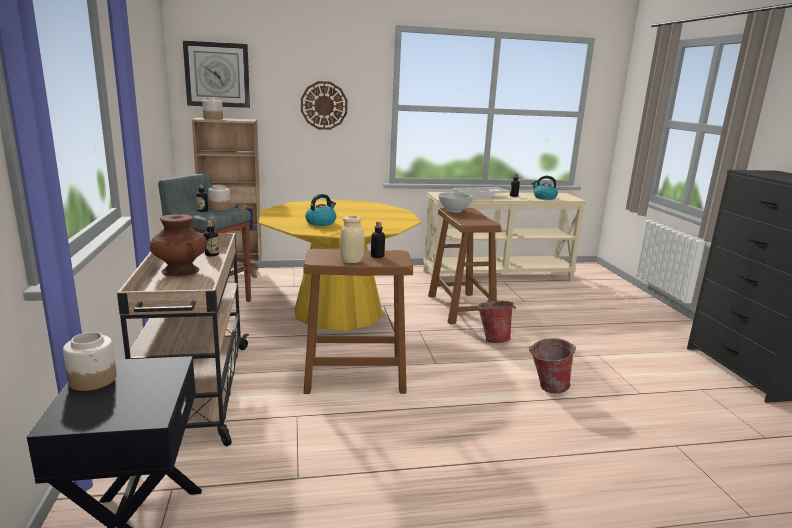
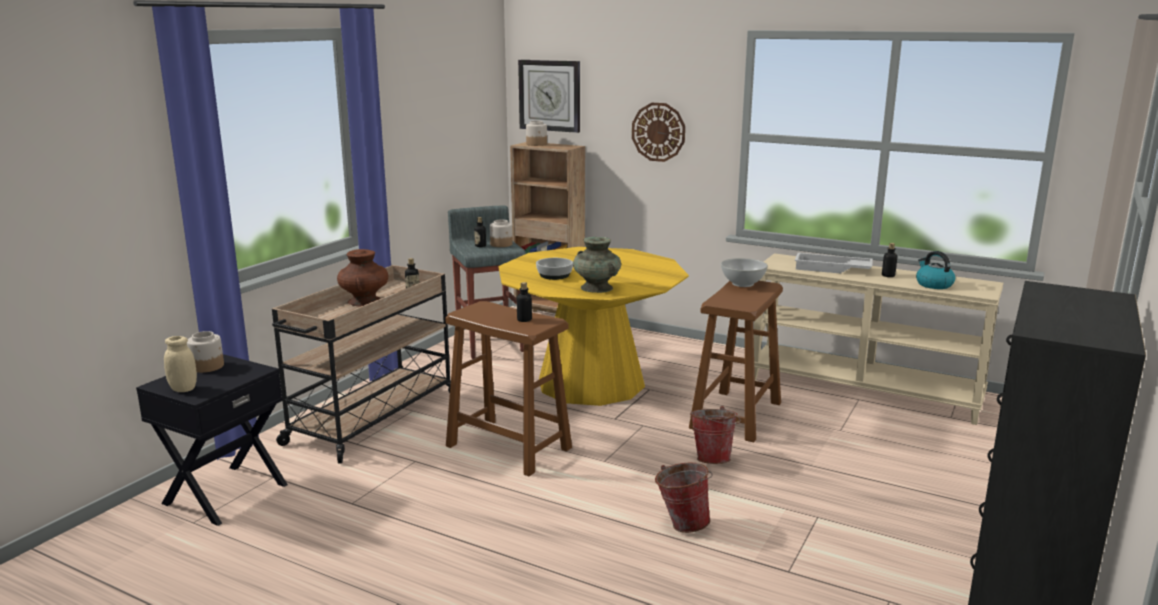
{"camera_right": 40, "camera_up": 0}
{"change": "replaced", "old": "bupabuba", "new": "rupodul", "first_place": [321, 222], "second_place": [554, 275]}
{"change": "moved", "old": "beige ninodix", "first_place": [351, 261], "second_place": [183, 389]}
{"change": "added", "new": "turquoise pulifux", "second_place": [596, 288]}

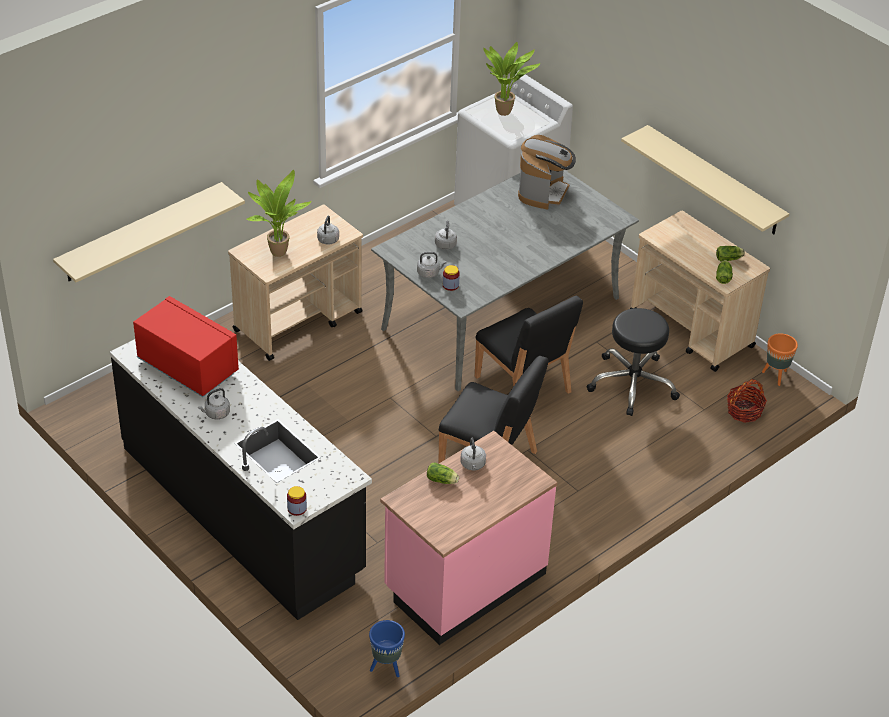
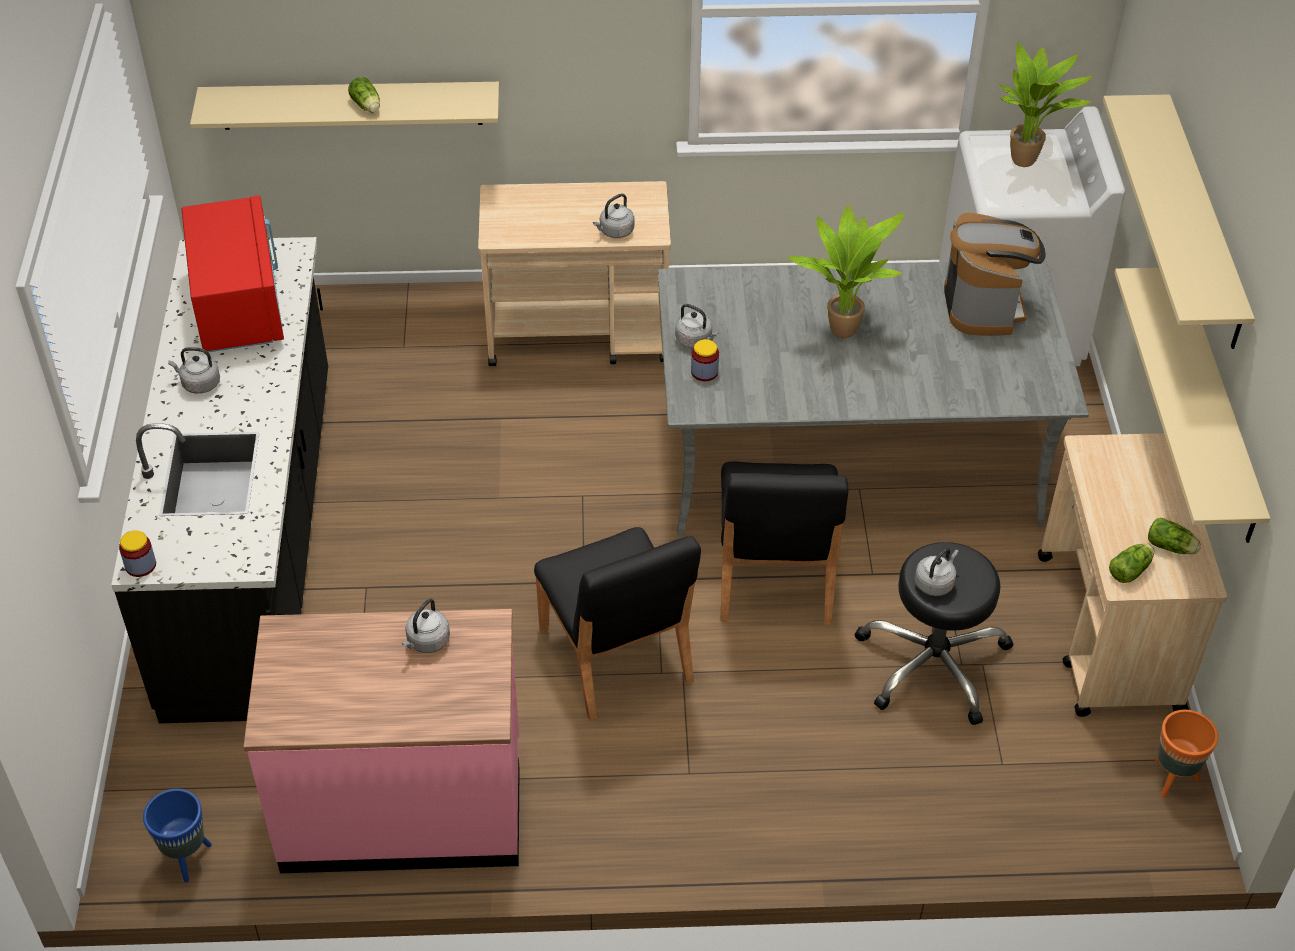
{"camera_right": 40, "camera_up": 5}
{"change": "turned", "old": "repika", "first_place": [543, 192], "second_place": [984, 305], "degrees": -60}
{"change": "moved", "old": "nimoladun", "first_place": [277, 251], "second_place": [842, 328]}
{"change": "moved", "old": "grey bupabuba", "first_place": [445, 244], "second_place": [935, 583]}
{"change": "removed", "old": "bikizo", "first_place": [744, 411]}
{"change": "moved", "old": "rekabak", "first_place": [443, 480], "second_place": [367, 106]}
{"change": "added", "new": "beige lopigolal", "second_place": [1203, 222]}

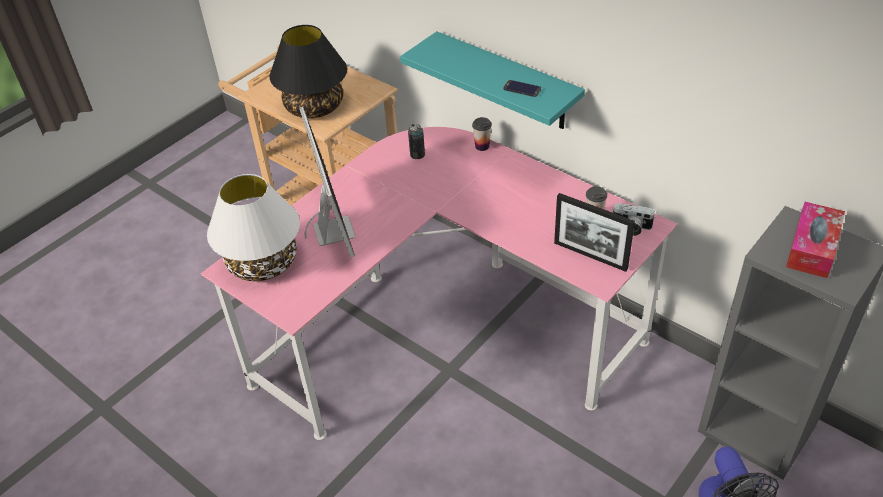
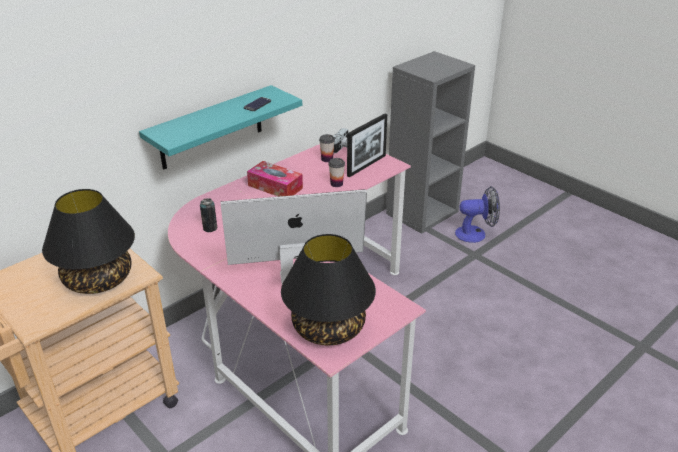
{"camera_right": -85, "camera_up": -10}
{"change": "moved", "old": "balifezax", "first_place": [482, 146], "second_place": [336, 184]}
{"change": "recoloured", "old": "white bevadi", "new": "black bevadi", "first_place": [263, 263], "second_place": [328, 327]}
{"change": "moved", "old": "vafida", "first_place": [812, 248], "second_place": [275, 187]}

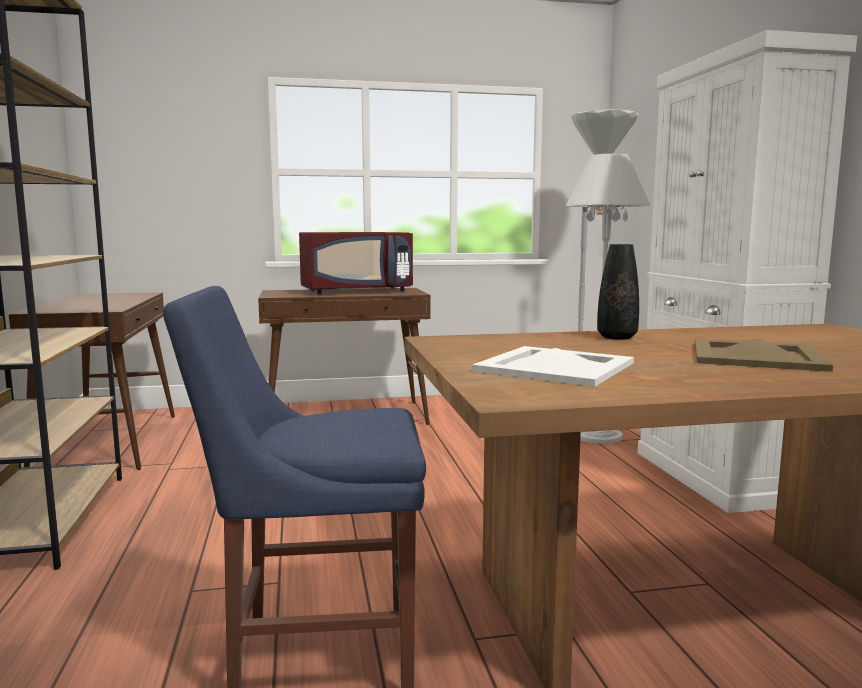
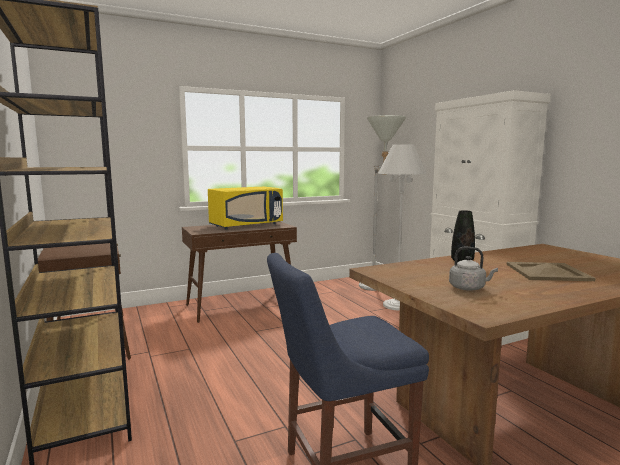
{"camera_right": -15, "camera_up": 0}
{"change": "recoloured", "old": "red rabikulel", "new": "yellow rabikulel", "first_place": [356, 291], "second_place": [246, 225]}
{"change": "replaced", "old": "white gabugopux", "new": "grey bupabuba", "first_place": [556, 366], "second_place": [469, 288]}

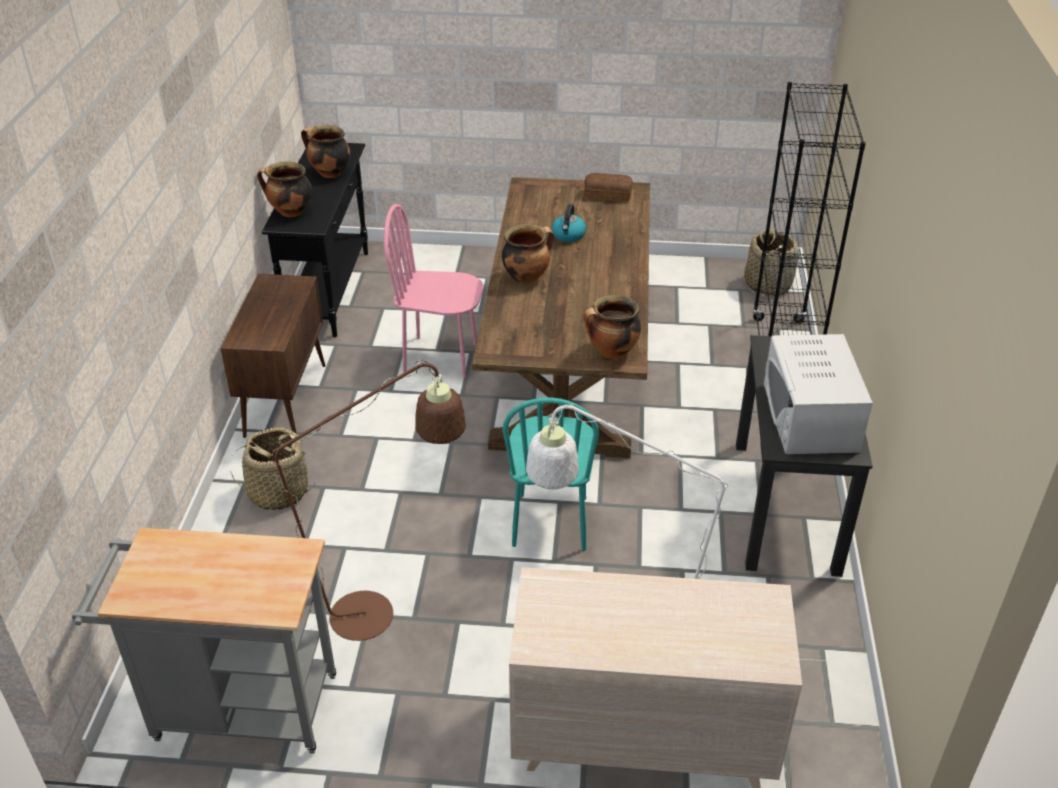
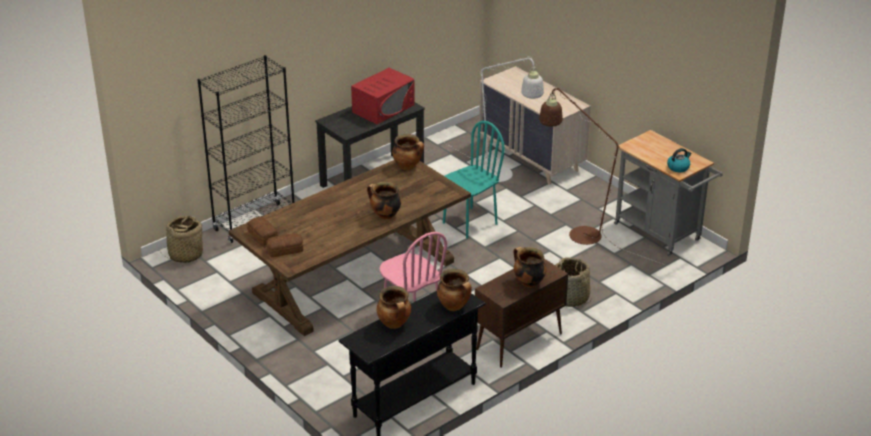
{"camera_right": -135, "camera_up": -5}
{"change": "moved", "old": "bupabuba", "first_place": [568, 235], "second_place": [678, 167]}
{"change": "recoloured", "old": "white rabikulel", "new": "red rabikulel", "first_place": [810, 417], "second_place": [383, 108]}
{"change": "added", "new": "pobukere", "second_place": [285, 250]}
{"change": "added", "new": "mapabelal", "second_place": [528, 282]}

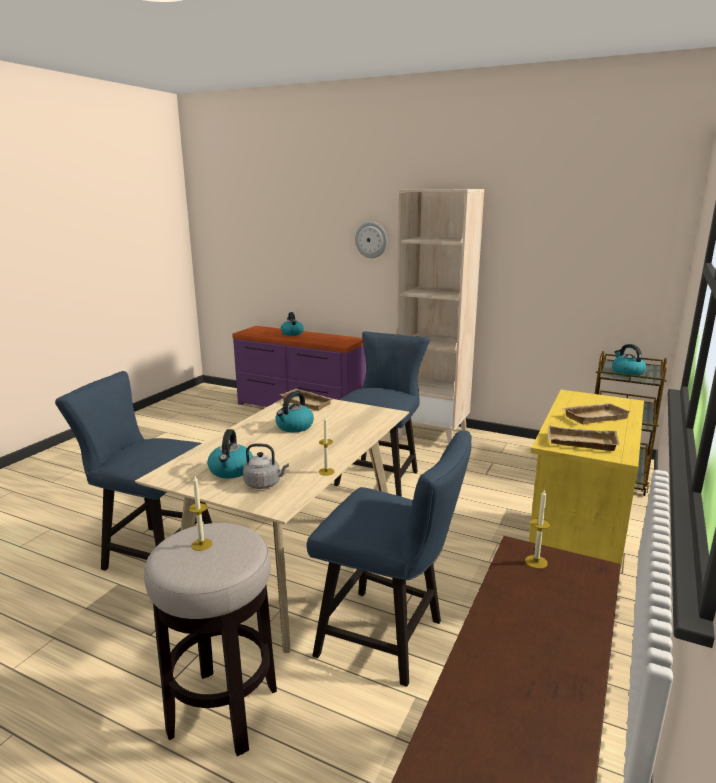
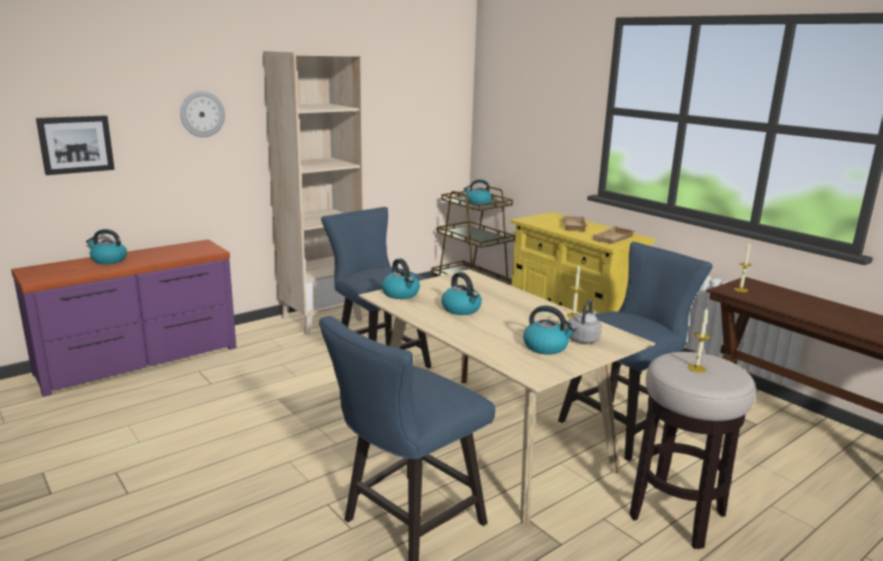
{"camera_right": -65, "camera_up": 0}
{"change": "replaced", "old": "beige gabugopux", "new": "bupabuba", "first_place": [308, 403], "second_place": [401, 294]}
{"change": "added", "new": "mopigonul", "second_place": [76, 144]}

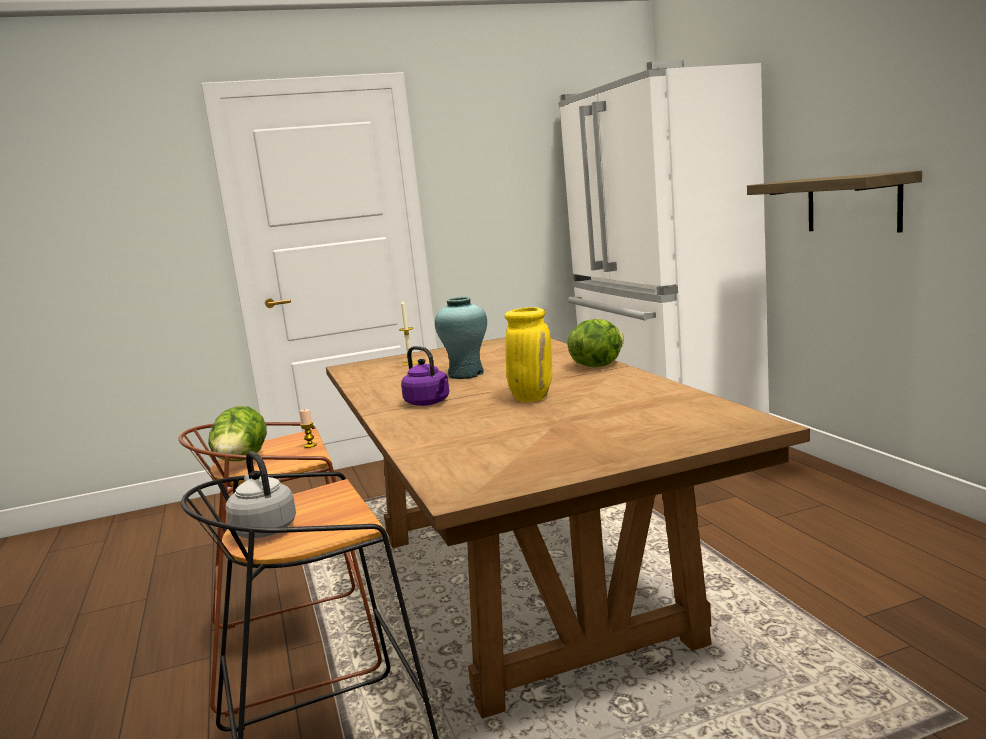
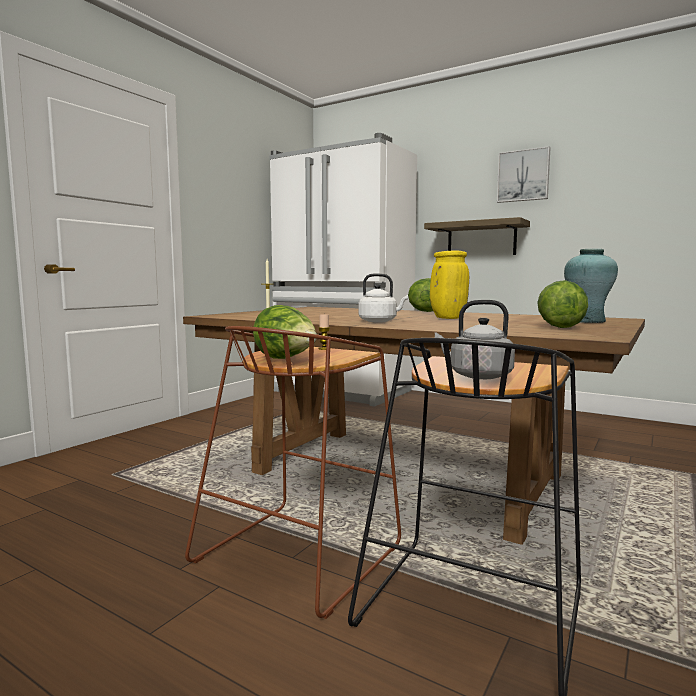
{"camera_right": -40, "camera_up": -5}
{"change": "moved", "old": "turquoise pulifux", "first_place": [466, 374], "second_place": [586, 321]}
{"change": "recoloured", "old": "purple bupabuba", "new": "white bupabuba", "first_place": [429, 403], "second_place": [380, 321]}
{"change": "added", "new": "mopigonul", "second_place": [523, 176]}
{"change": "added", "new": "rekabak", "second_place": [559, 327]}

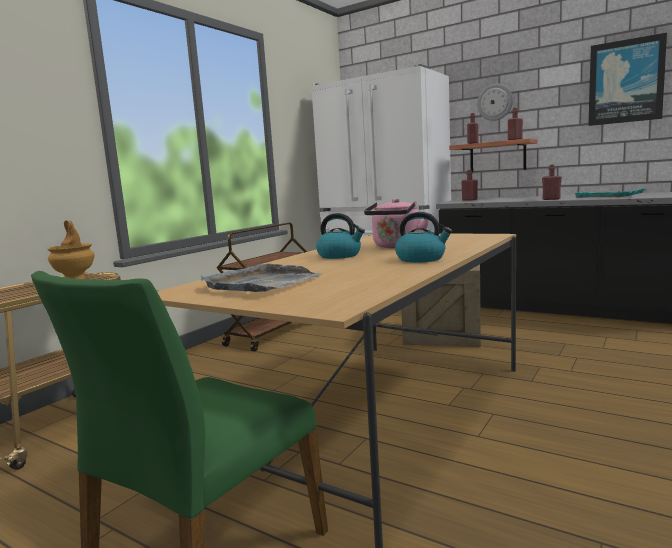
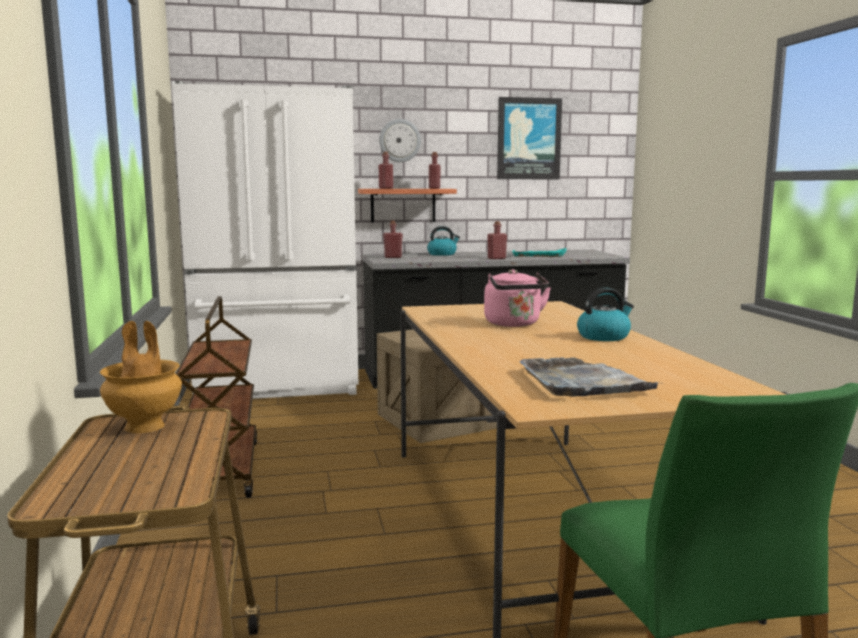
{"camera_right": -45, "camera_up": 0}
{"change": "moved", "old": "bupabuba", "first_place": [340, 255], "second_place": [442, 254]}

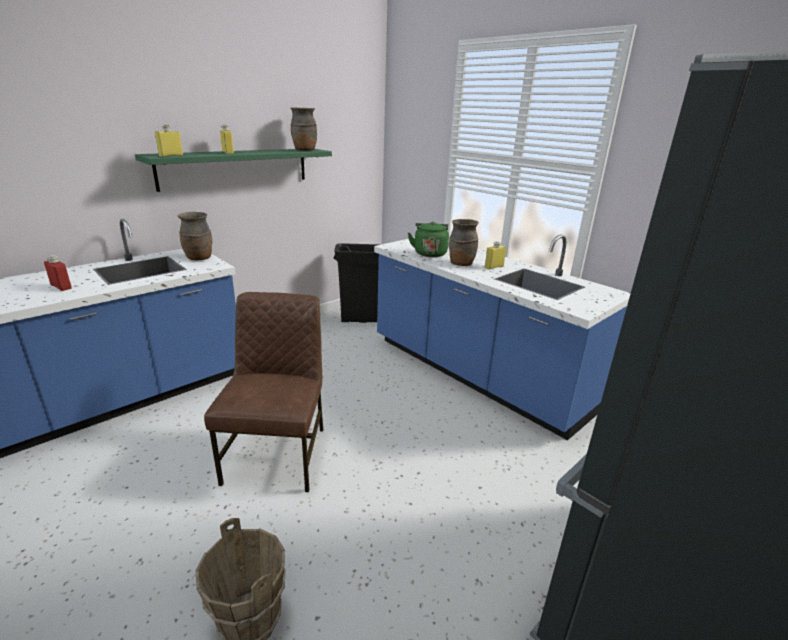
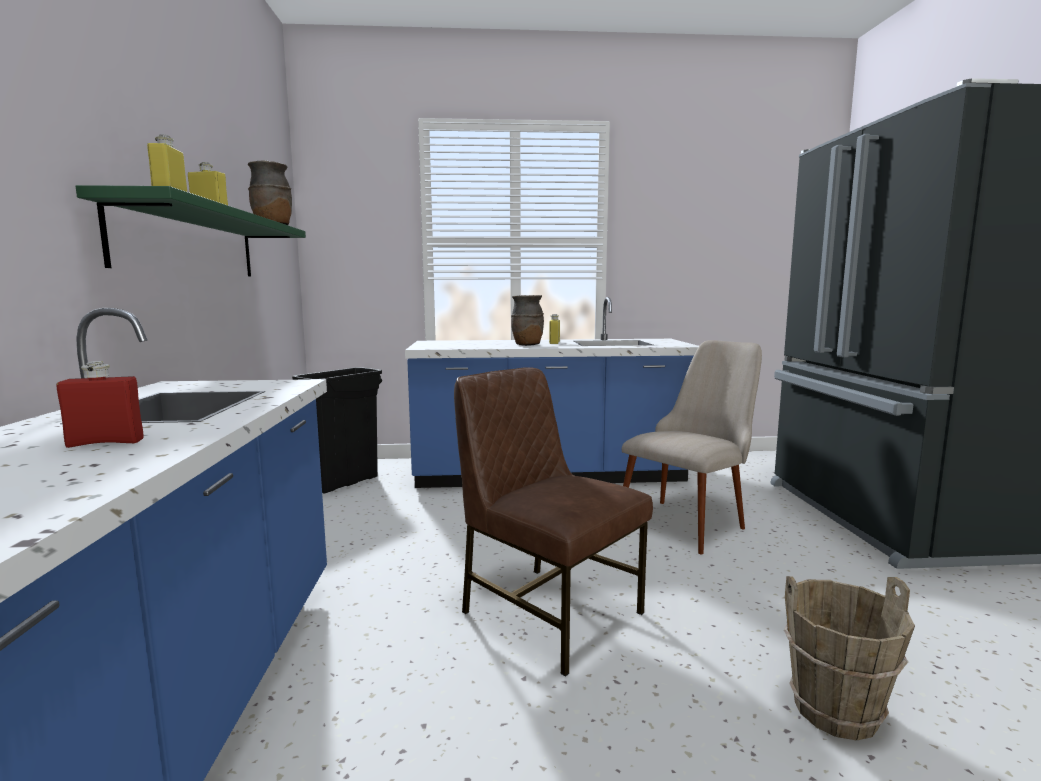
{"camera_right": -50, "camera_up": -15}
{"change": "removed", "old": "brown pulifux", "first_place": [199, 258]}
{"change": "removed", "old": "green bupabuba", "first_place": [429, 253]}
{"change": "added", "new": "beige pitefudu", "second_place": [690, 519]}

